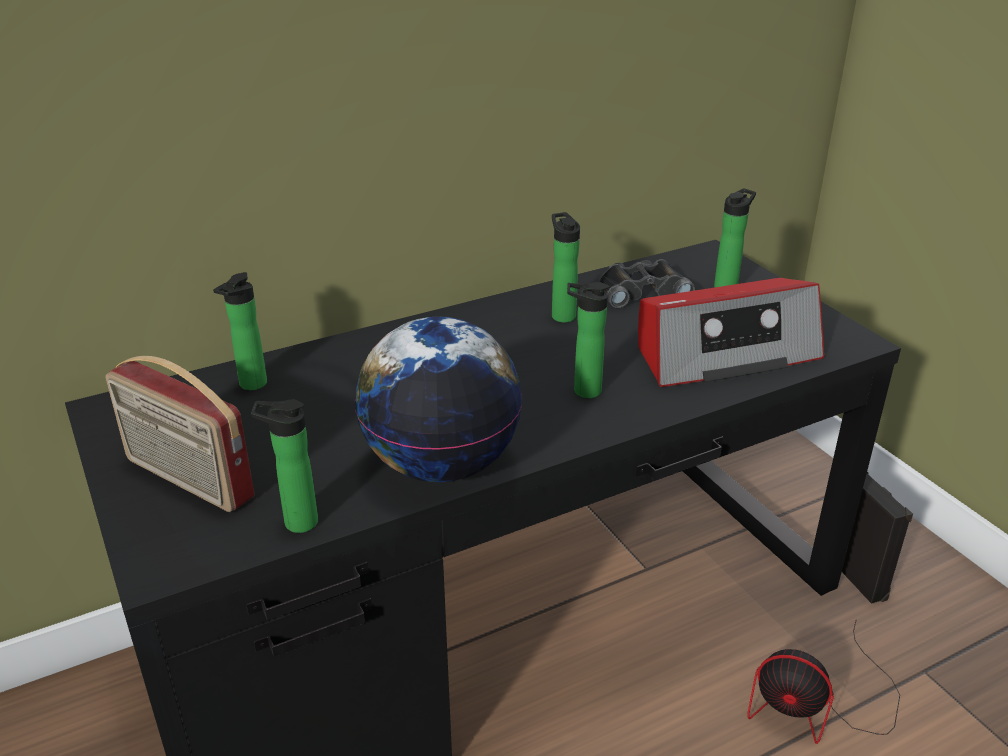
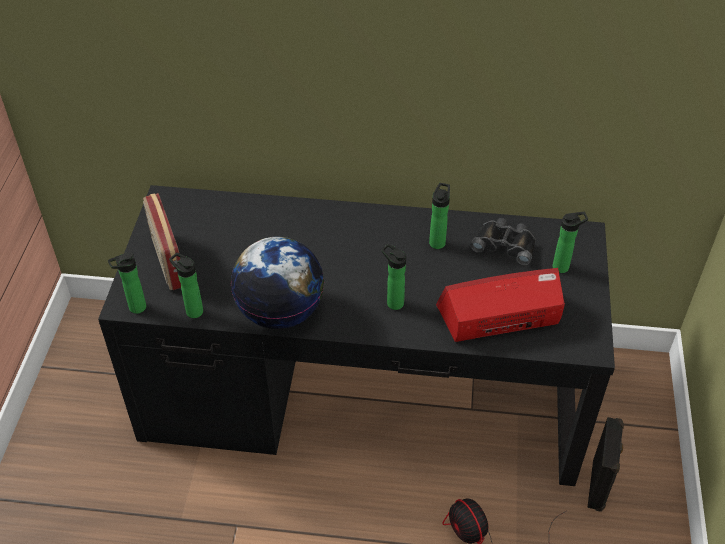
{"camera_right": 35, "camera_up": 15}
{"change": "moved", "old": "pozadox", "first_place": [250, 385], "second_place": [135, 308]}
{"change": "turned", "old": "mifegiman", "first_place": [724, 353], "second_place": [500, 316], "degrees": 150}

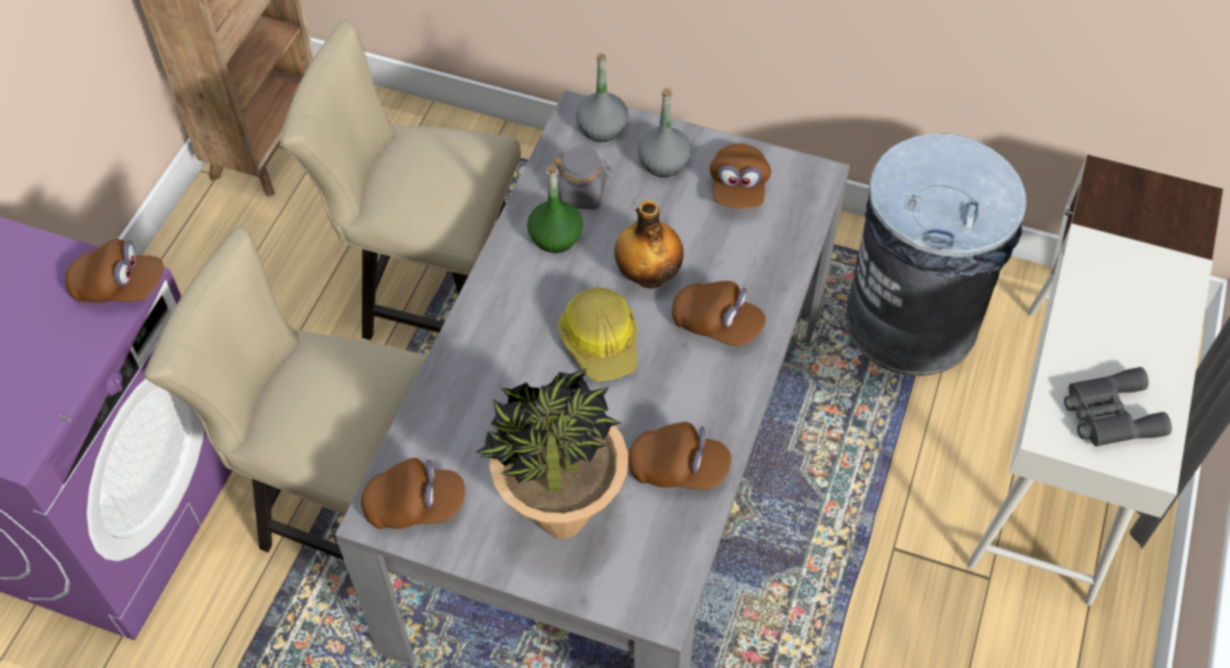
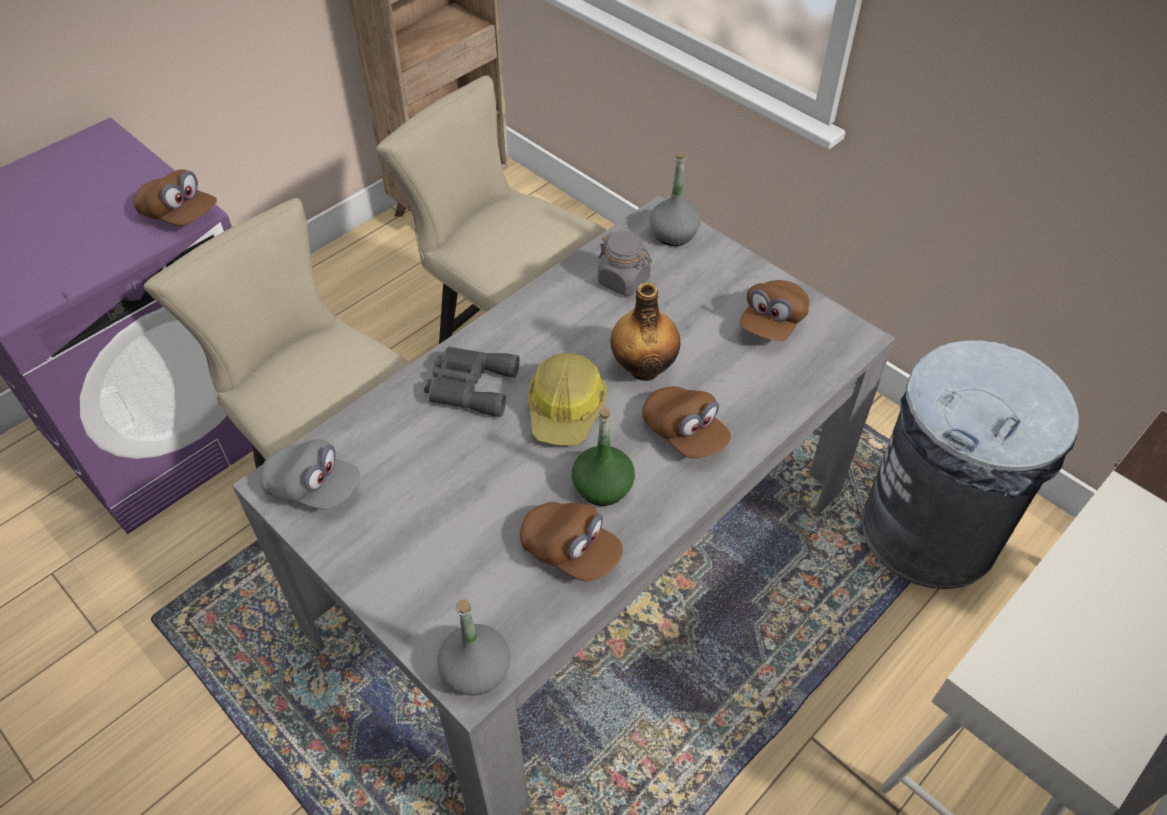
{"camera_right": 25, "camera_up": -5}
{"change": "moved", "old": "grey pozadox", "first_place": [663, 162], "second_place": [476, 670]}
{"change": "moved", "old": "green pozadox", "first_place": [555, 237], "second_place": [602, 486]}
{"change": "moved", "old": "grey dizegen", "first_place": [1109, 414], "second_place": [469, 385]}
{"change": "removed", "old": "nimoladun", "first_place": [562, 521]}
{"change": "recoloured", "old": "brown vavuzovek", "new": "grey vavuzovek", "first_place": [415, 506], "second_place": [313, 488]}

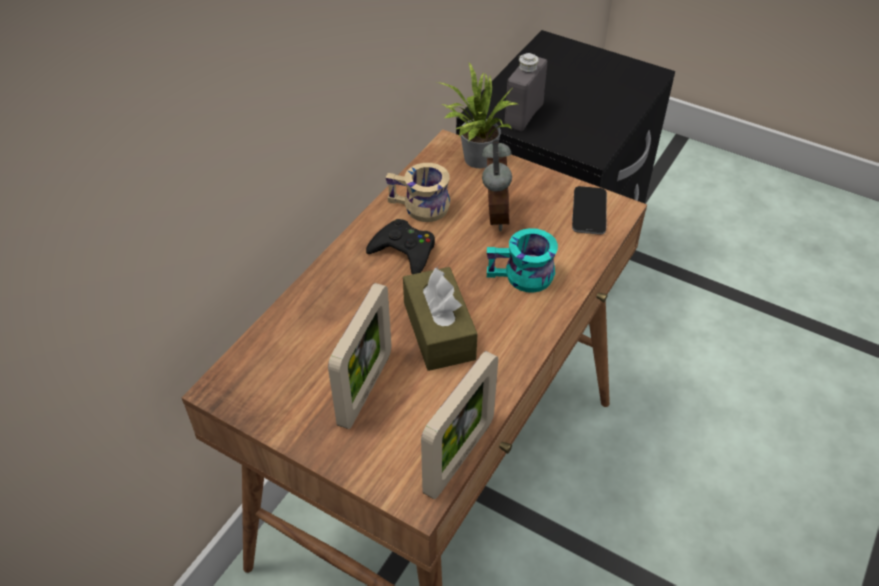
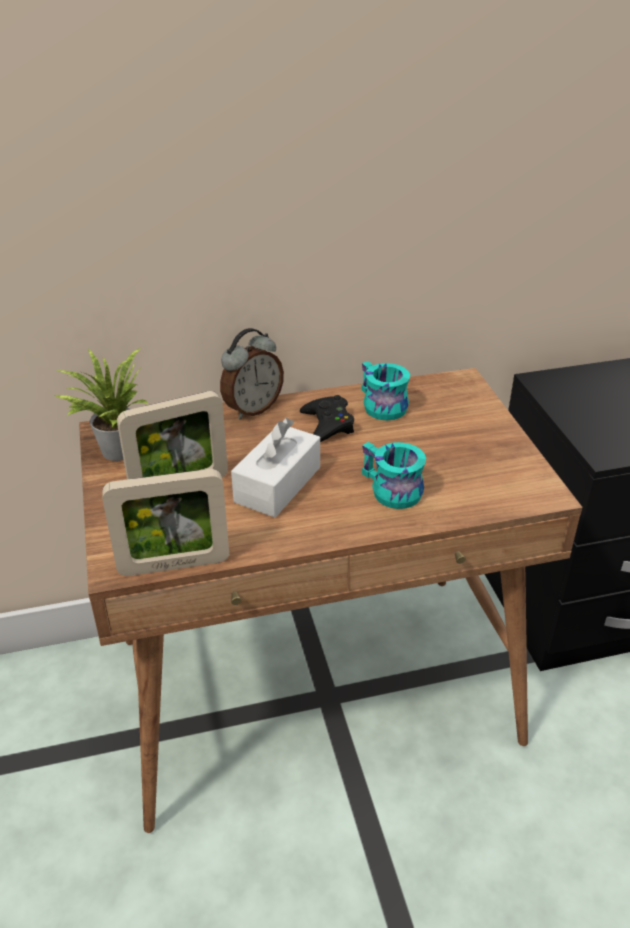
{"camera_right": 45, "camera_up": -10}
{"change": "removed", "old": "grey pozadox", "first_place": [523, 115]}
{"change": "moved", "old": "nimoladun", "first_place": [475, 160], "second_place": [114, 449]}
{"change": "moved", "old": "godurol", "first_place": [494, 216], "second_place": [252, 409]}
{"change": "recoloured", "old": "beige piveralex", "new": "turquoise piveralex", "first_place": [419, 209], "second_place": [378, 406]}
{"change": "removed", "old": "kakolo", "first_place": [589, 211]}
{"change": "recoloured", "old": "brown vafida", "new": "white vafida", "first_place": [439, 330], "second_place": [277, 484]}

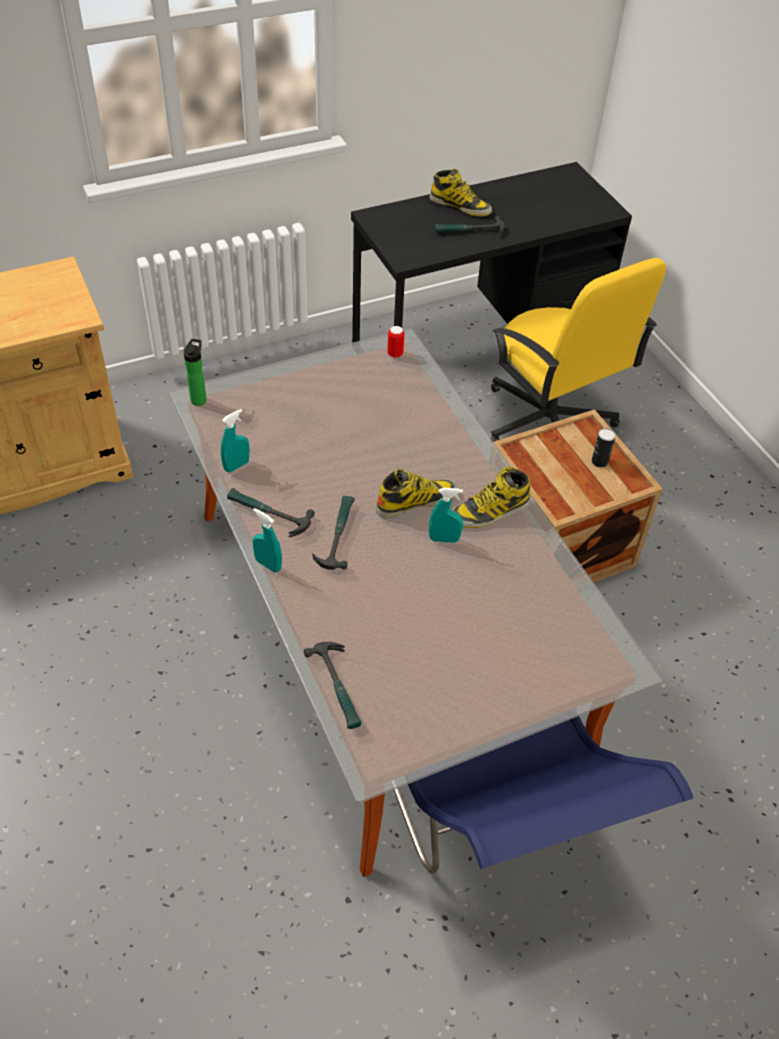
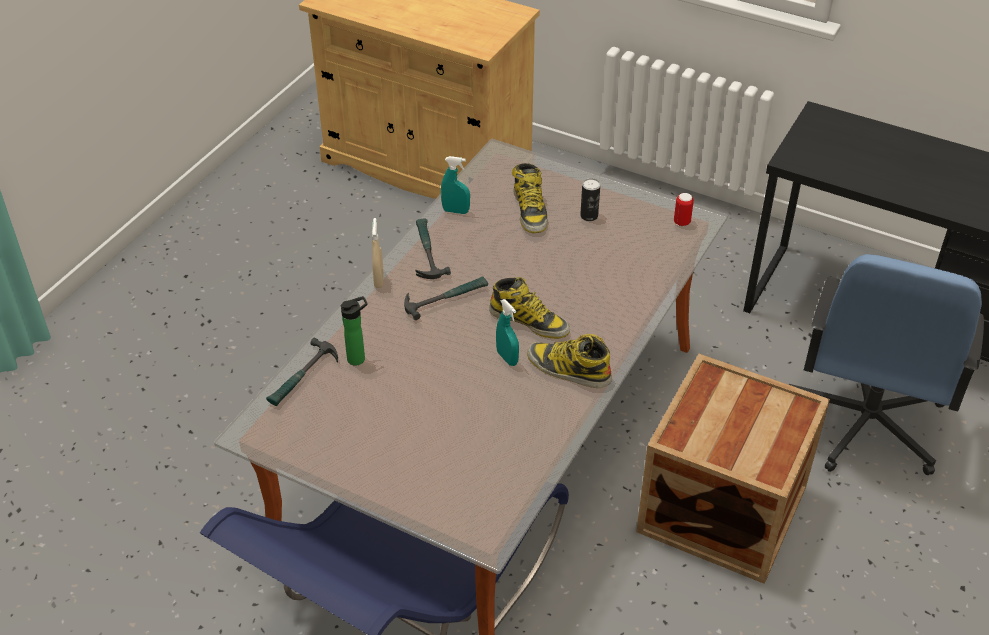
{"camera_right": 55, "camera_up": -5}
{"change": "moved", "old": "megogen", "first_place": [460, 206], "second_place": [530, 210]}
{"change": "removed", "old": "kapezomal", "first_place": [469, 231]}
{"change": "recoloured", "old": "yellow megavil", "new": "blue megavil", "first_place": [548, 423], "second_place": [865, 423]}
{"change": "moved", "old": "pozadox", "first_place": [199, 398], "second_place": [359, 358]}
{"change": "moved", "old": "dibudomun", "first_place": [599, 461], "second_place": [589, 216]}
{"change": "recoloured", "old": "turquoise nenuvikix", "new": "beige nenuvikix", "first_place": [268, 564], "second_place": [378, 280]}

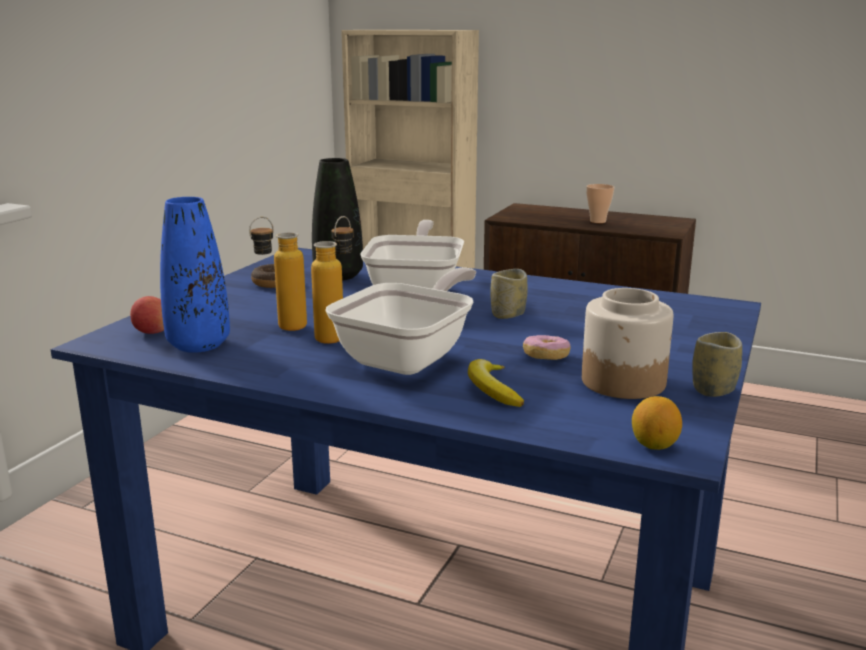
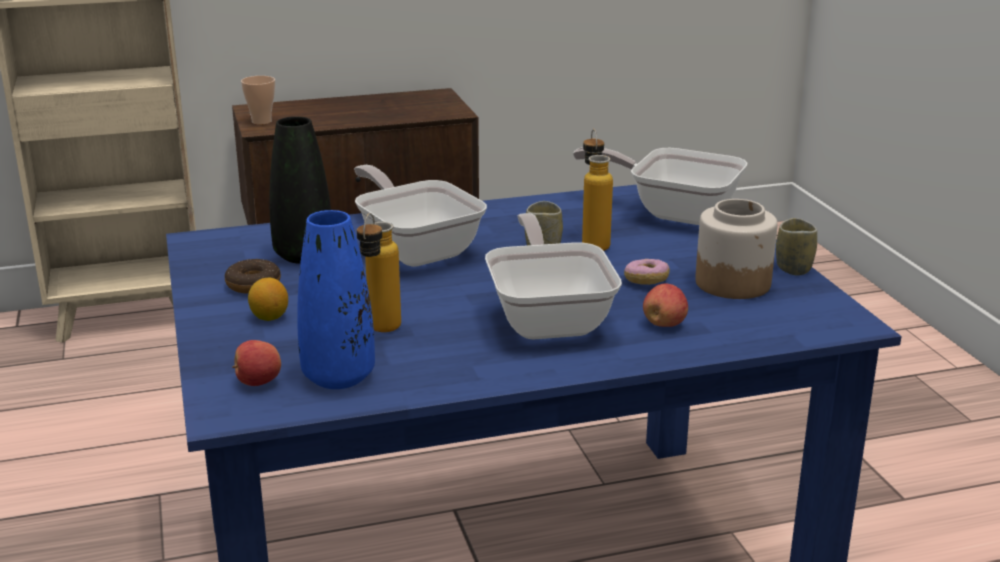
{"camera_right": -40, "camera_up": 5}
{"change": "moved", "old": "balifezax", "first_place": [598, 221], "second_place": [261, 121]}
{"change": "moved", "old": "pozadox", "first_place": [337, 335], "second_place": [593, 242]}
{"change": "replaced", "old": "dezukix", "new": "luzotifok", "first_place": [492, 390], "second_place": [664, 324]}
{"change": "moved", "old": "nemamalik", "first_place": [654, 445], "second_place": [269, 317]}
{"change": "added", "new": "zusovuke", "second_place": [673, 212]}

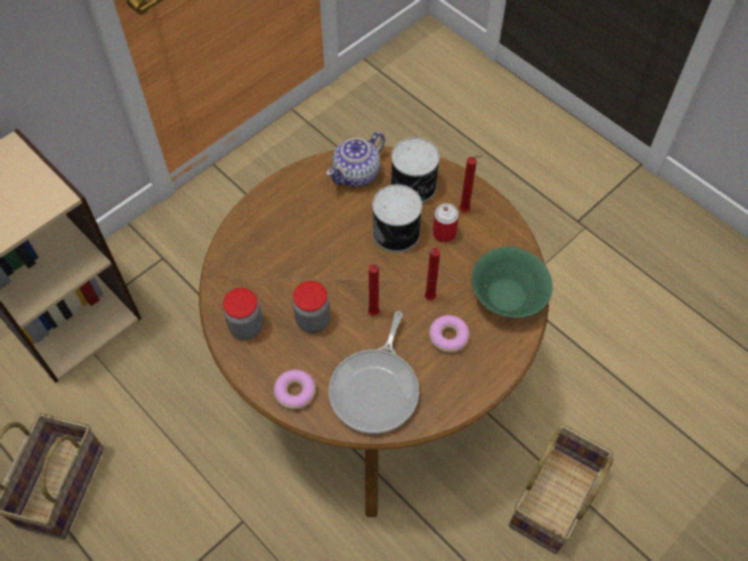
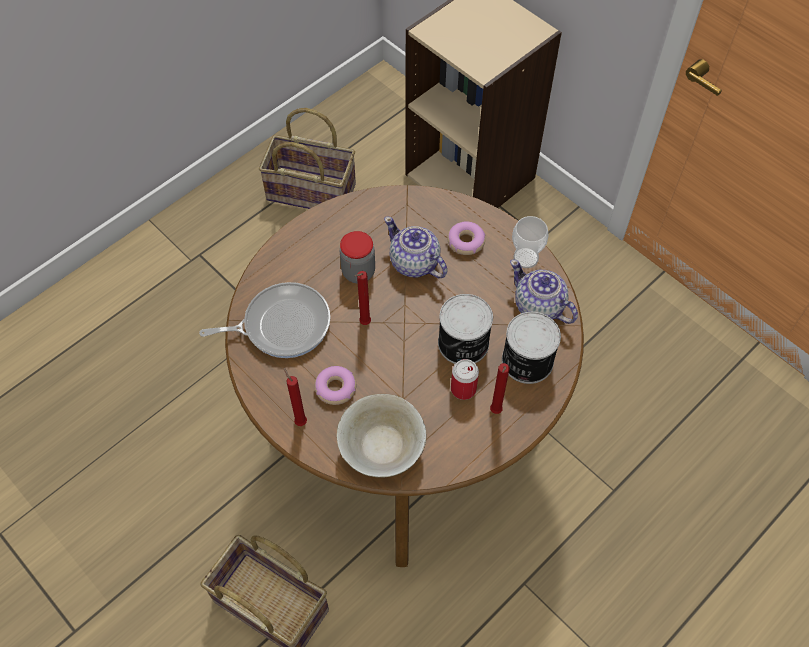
{"camera_right": 90, "camera_up": 0}
{"change": "recoloured", "old": "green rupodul", "new": "beige rupodul", "first_place": [508, 297], "second_place": [381, 448]}
{"change": "moved", "old": "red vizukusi", "first_place": [428, 298], "second_place": [300, 421]}
{"change": "removed", "old": "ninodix", "first_place": [246, 327]}
{"change": "turned", "old": "zusovuke", "first_place": [376, 389], "second_place": [282, 324], "degrees": 150}
{"change": "moved", "old": "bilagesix", "first_place": [295, 392], "second_place": [465, 242]}
{"change": "added", "new": "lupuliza", "second_place": [414, 263]}
{"change": "added", "new": "balifezax", "second_place": [526, 258]}

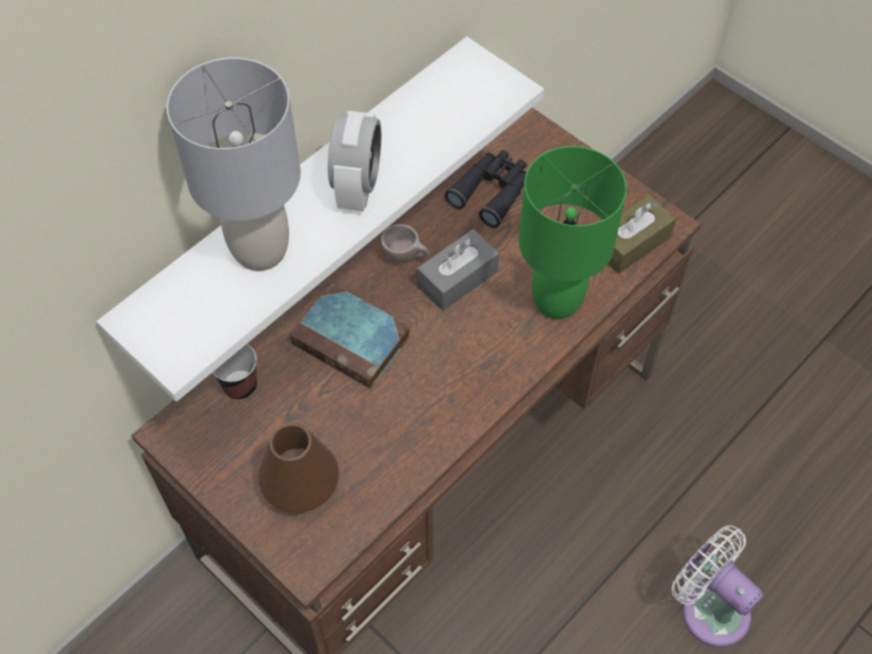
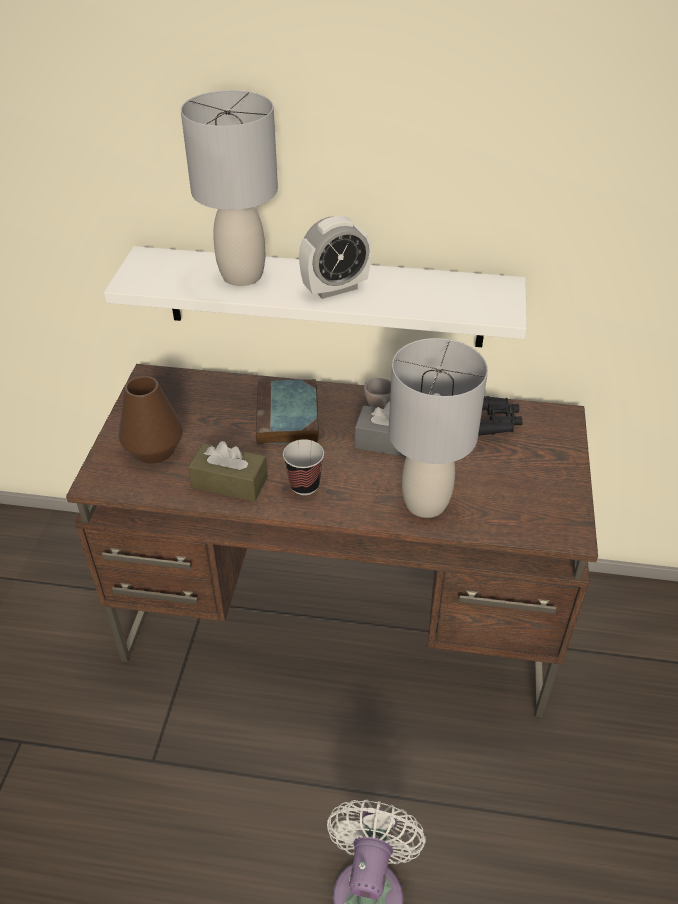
{"camera_right": 55, "camera_up": -15}
{"change": "recoloured", "old": "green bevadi", "new": "grey bevadi", "first_place": [556, 302], "second_place": [424, 503]}
{"change": "moved", "old": "brown vafida", "first_place": [631, 243], "second_place": [230, 482]}
{"change": "moved", "old": "balifezax", "first_place": [240, 386], "second_place": [304, 485]}

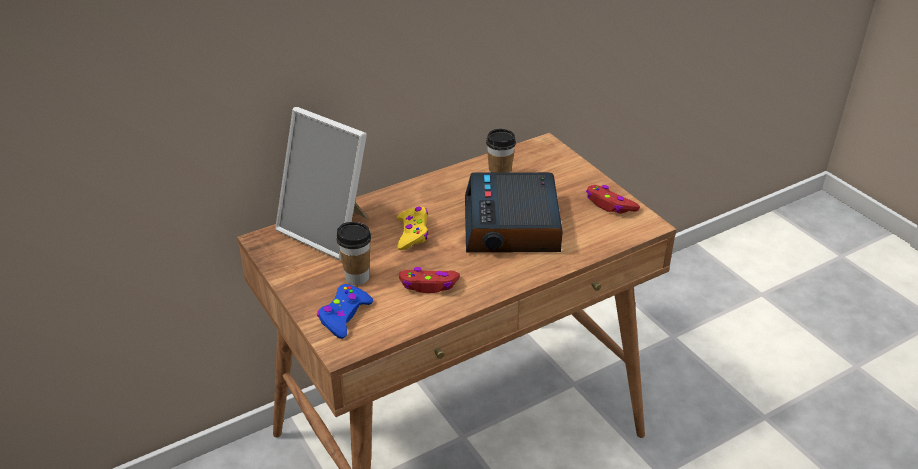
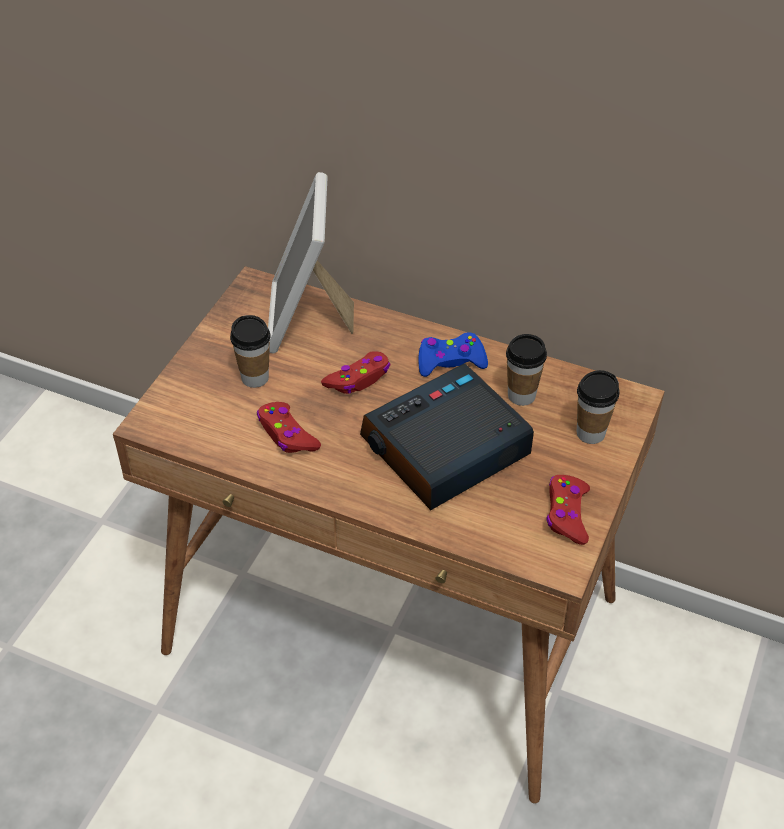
{"camera_right": 55, "camera_up": 10}
{"change": "recoloured", "old": "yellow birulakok", "new": "red birulakok", "first_place": [412, 233], "second_place": [358, 379]}
{"change": "moved", "old": "blue birulakok", "first_place": [344, 316], "second_place": [450, 361]}
{"change": "added", "new": "balifezax", "second_place": [590, 433]}

